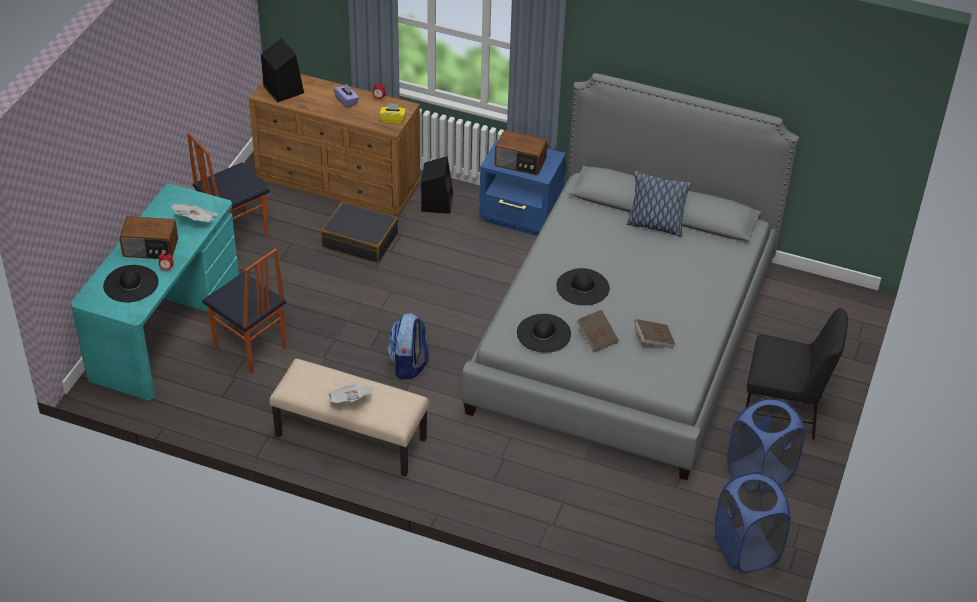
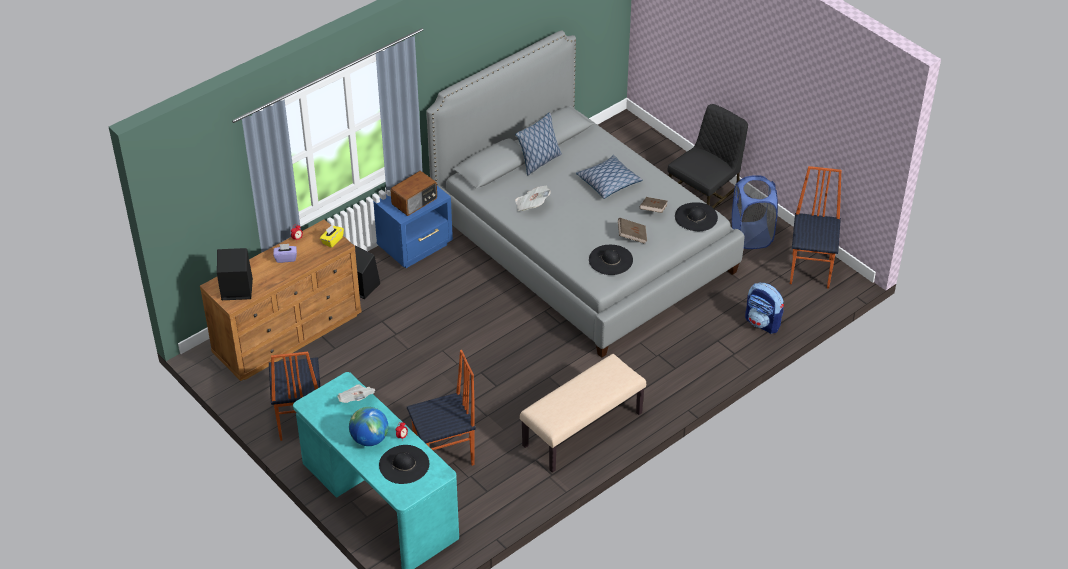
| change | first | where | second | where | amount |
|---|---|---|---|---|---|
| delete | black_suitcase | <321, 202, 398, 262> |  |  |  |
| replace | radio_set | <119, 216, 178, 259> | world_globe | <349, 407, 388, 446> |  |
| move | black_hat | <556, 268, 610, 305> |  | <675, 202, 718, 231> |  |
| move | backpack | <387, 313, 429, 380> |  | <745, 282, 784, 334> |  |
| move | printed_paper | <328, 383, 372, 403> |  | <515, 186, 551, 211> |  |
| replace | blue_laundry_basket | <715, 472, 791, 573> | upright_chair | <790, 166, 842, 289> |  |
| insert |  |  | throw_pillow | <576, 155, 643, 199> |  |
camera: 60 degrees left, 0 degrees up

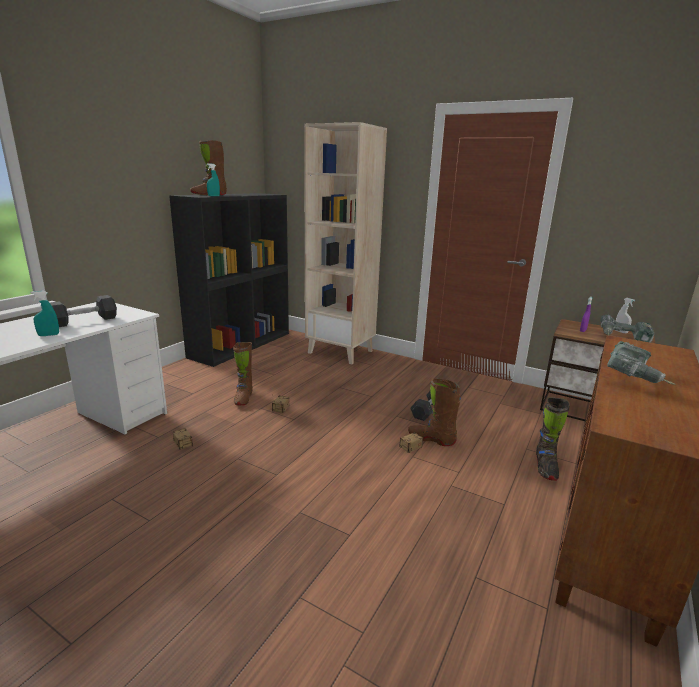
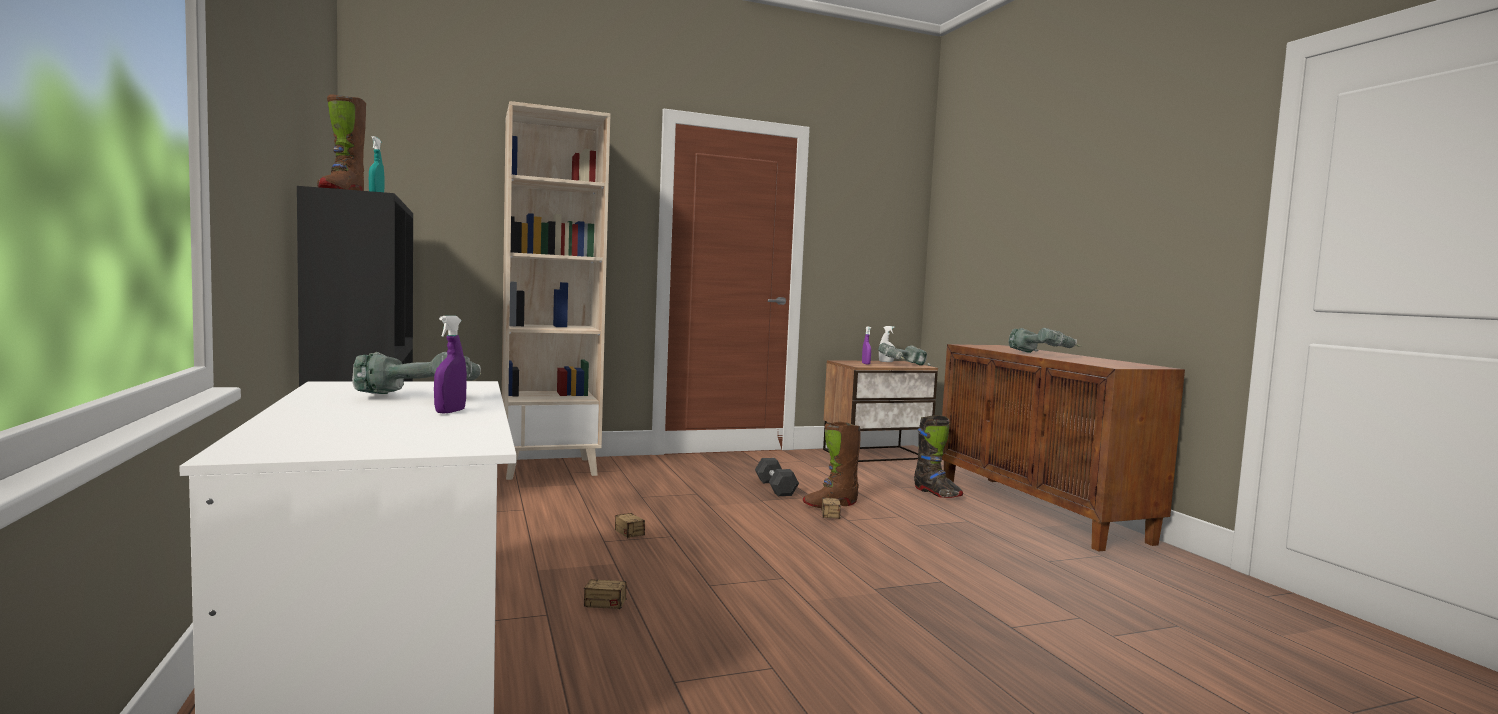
| change | first | where | second | where | amount |
|---|---|---|---|---|---|
| recolor | turquoise-coloured_spray_bottle | <30, 291, 59, 336> | purplish_spray_bottle | <434, 316, 467, 414> |  |
| replace | gray_hand_weight | <50, 295, 117, 327> | power_drill | <352, 352, 482, 394> |  |
| delete | brown_boot | <233, 342, 253, 406> |  |  |  |
camera: 50 degrees left, 15 degrees down

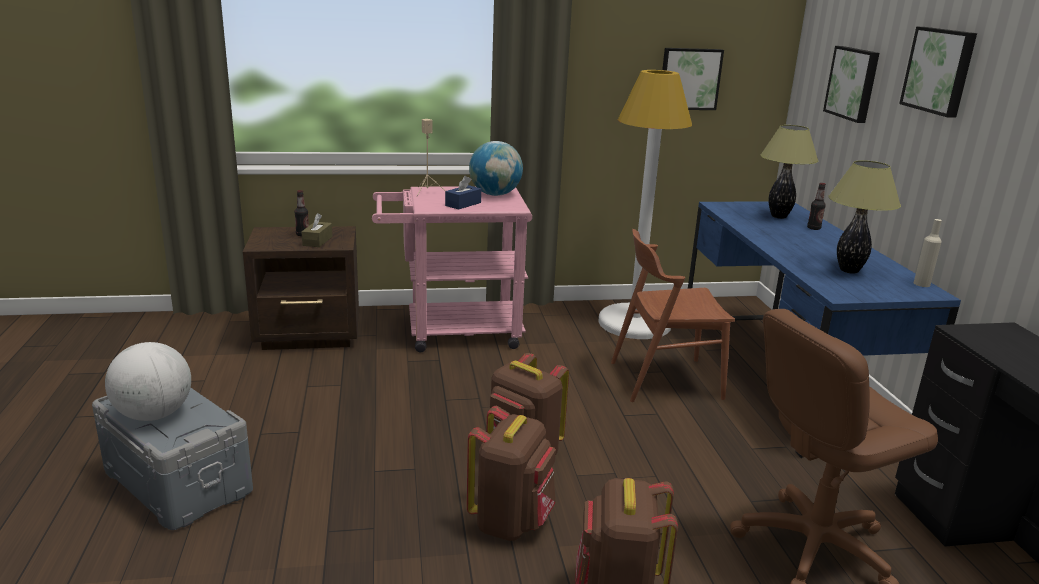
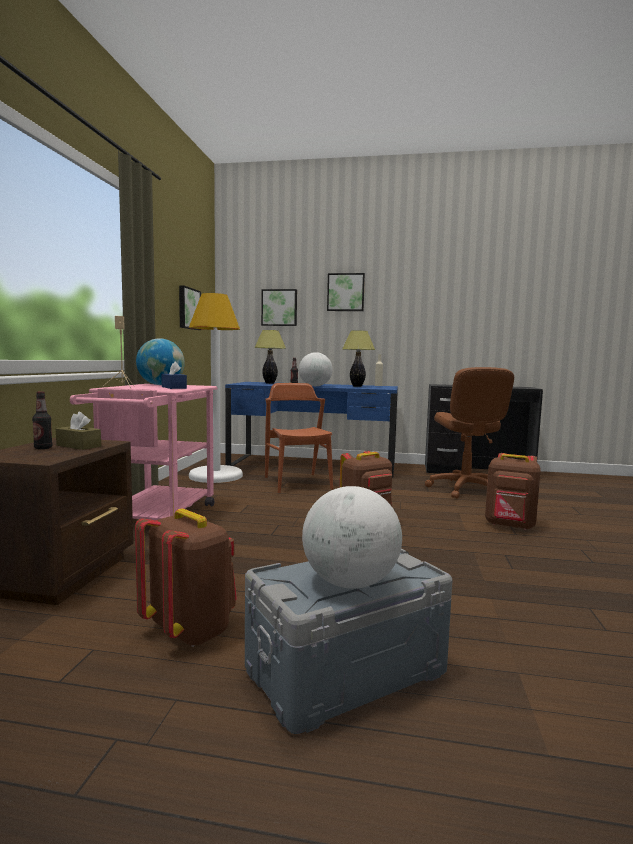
| change | first | where | second | where | amount |
|---|---|---|---|---|---|
| rotate | brown_upright_chair | <611, 229, 735, 402> |  | <265, 383, 333, 493> | 150 degrees clockwise |
| move | brown_backpack | <467, 406, 556, 541> |  | <135, 509, 237, 647> |  |
| insert |  |  | world_globe | <299, 352, 333, 386> |  |
camera: 70 degrees left, 15 degrees down

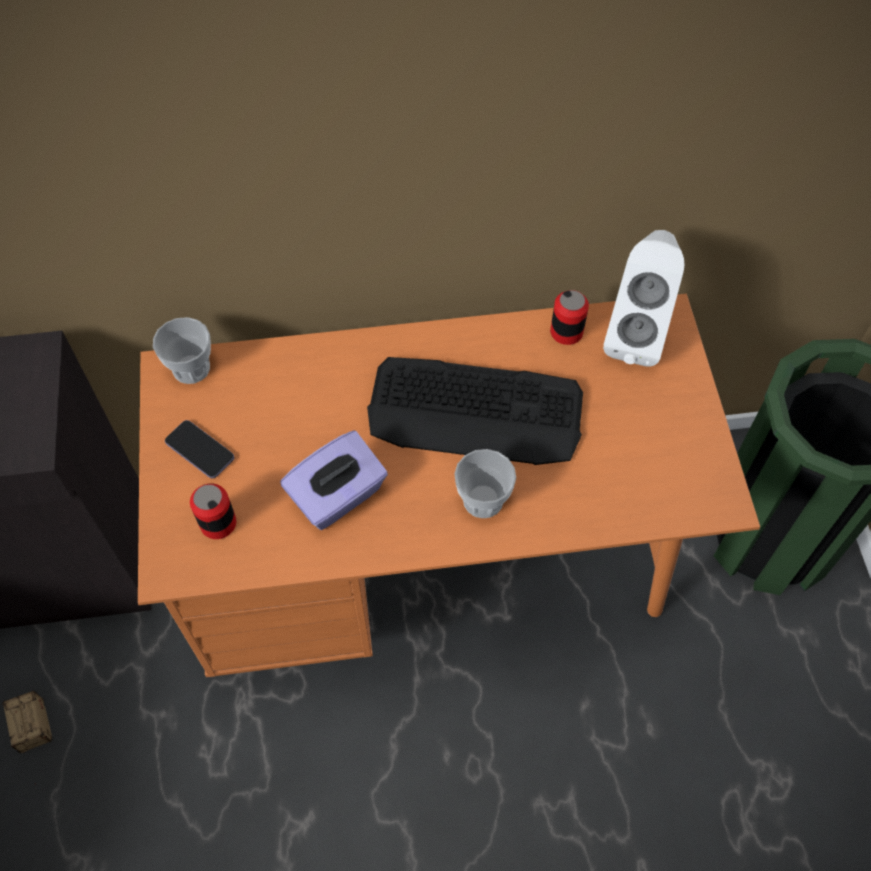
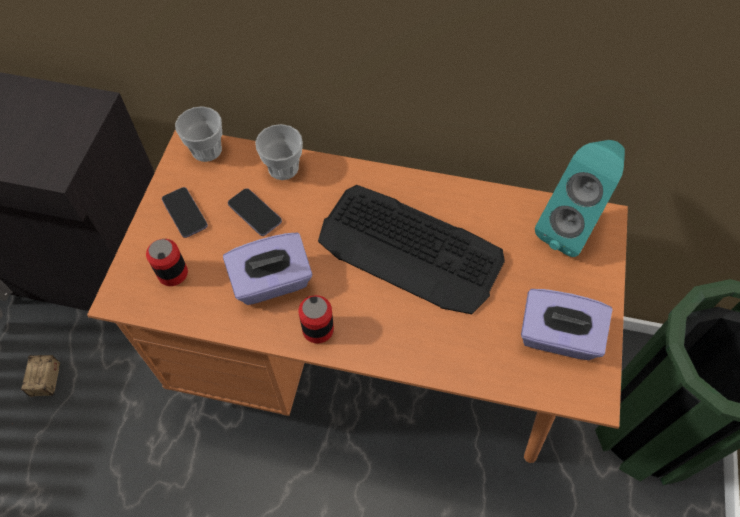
| change | first | where | second | where | amount |
|---|---|---|---|---|---|
| recolor | whitish_loudspeaker | <603, 230, 684, 367> | turquoise-coloured_loudspeaker | <535, 140, 625, 257> |  |
| move | can | <550, 290, 589, 345> |  | <298, 295, 334, 343> |  |
| move | small_cup | <454, 449, 516, 518> |  | <255, 124, 303, 180> |  |
| insert |  |  | telephone | <228, 188, 282, 236> |  |
| insert |  |  | purplish_box_of_tissues | <521, 289, 613, 360> |  |
camera: 20 degrees right, 0 degrees up

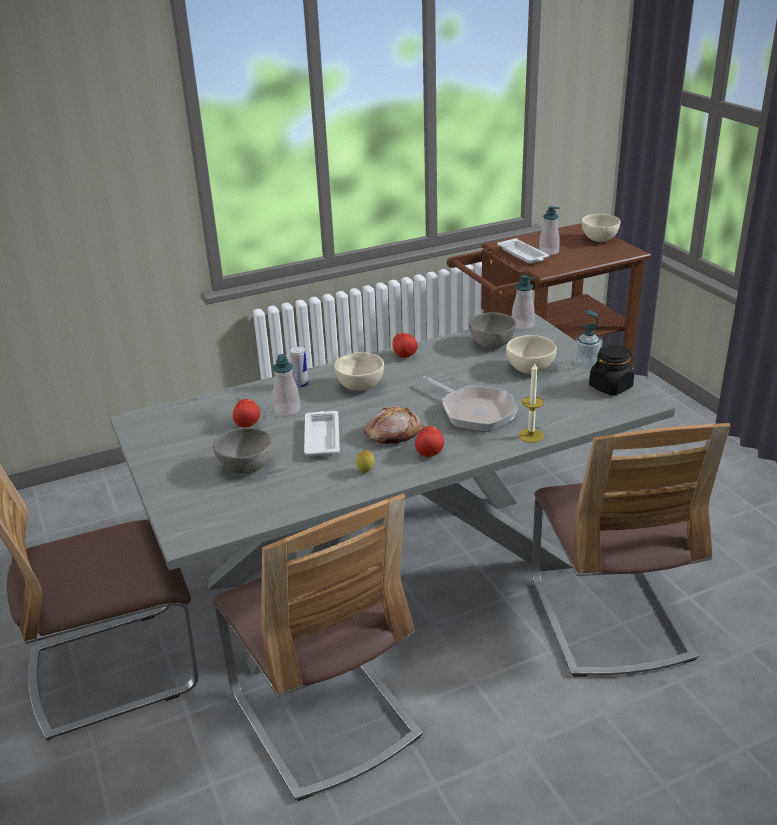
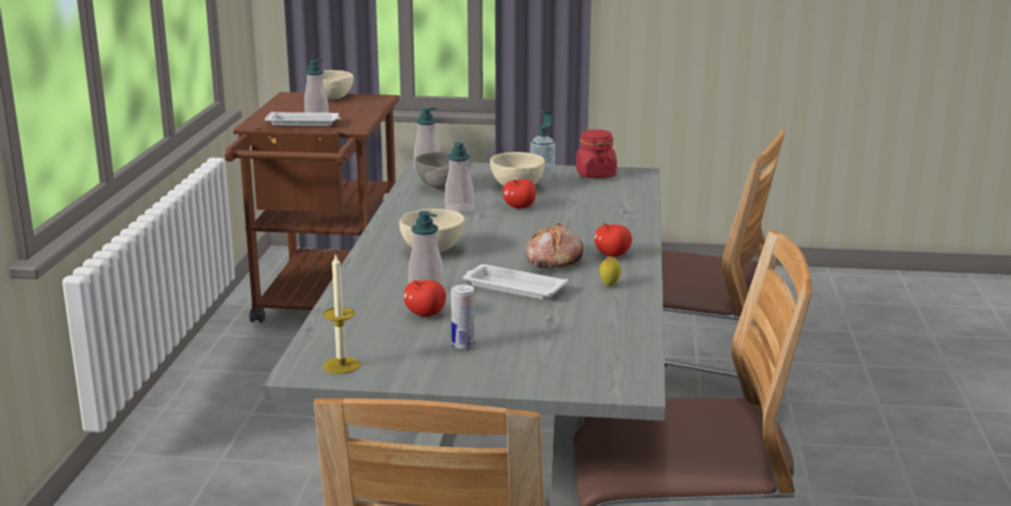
| change | first | where | second | where | amount |
|---|---|---|---|---|---|
| move | apple_fruit | <392, 332, 418, 358> |  | <503, 179, 536, 208> |  |
| recolor | black_jar | <589, 345, 634, 395> | red_jar | <576, 129, 617, 178> |  |
| move | can | <290, 347, 308, 388> |  | <451, 285, 475, 349> |  |
| move | wax_light | <518, 363, 544, 443> |  | <323, 253, 360, 374> |  |
| delete | frying_pan | <423, 376, 518, 432> |  |  |  |
| delete | gray_serving_bowl | <213, 427, 273, 473> |  |  |  |
| insert |  |  | soap_bottle | <445, 142, 474, 214> |  |
camera: 60 degrees left, 10 degrees down

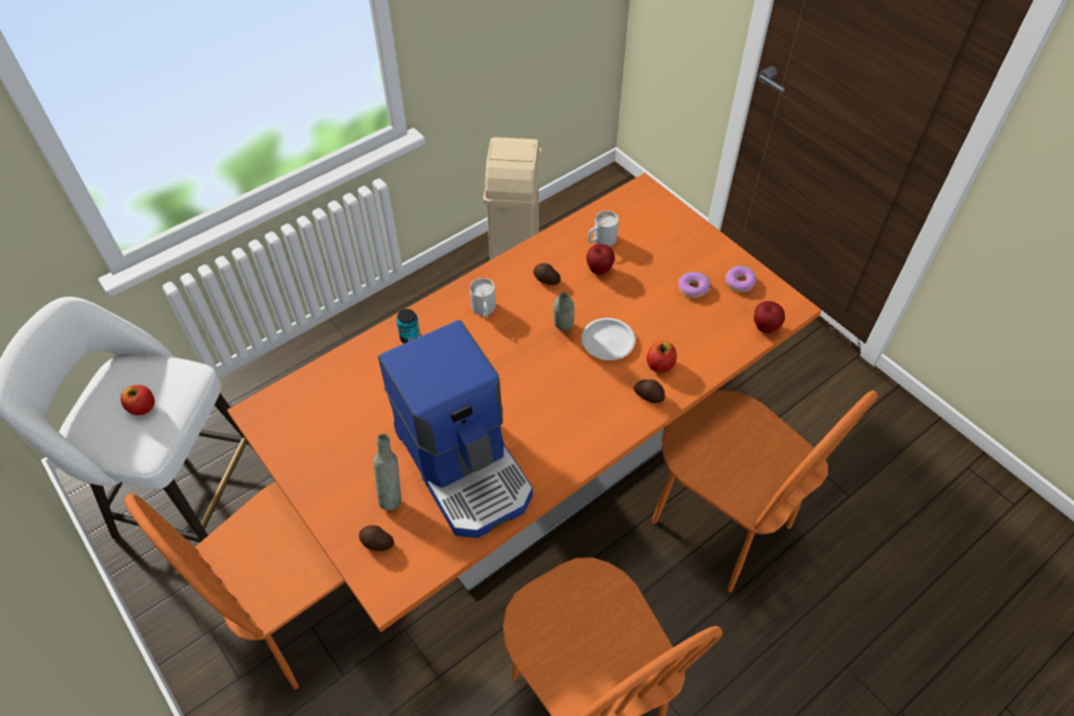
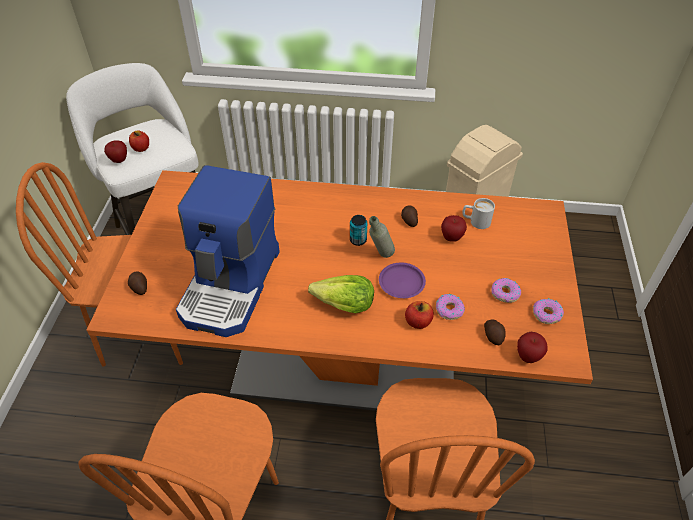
| change | first | where | second | where | amount |
|---|---|---|---|---|---|
| delete | whitish_coffee_mug | <470, 278, 496, 318> |  |  |  |
| move | can | <396, 309, 421, 344> |  | <350, 215, 367, 246> |  |
| recolor | whitish_dinner_plate | <581, 318, 635, 360> | purplish_dinner_plate | <379, 263, 426, 298> |  |
| move | spud | <634, 379, 665, 403> |  | <484, 320, 506, 345> |  |
| delete | gray_beverage_bottle | <373, 434, 401, 510> |  |  |  |
| insert |  |  | apple_fruit | <104, 140, 127, 163> |  |
| insert |  |  | head_of_lettuce | <308, 275, 374, 313> |  |
| insert |  |  | doughnut | <436, 294, 465, 320> |  |
camera: 45 degrees right, 5 degrees down

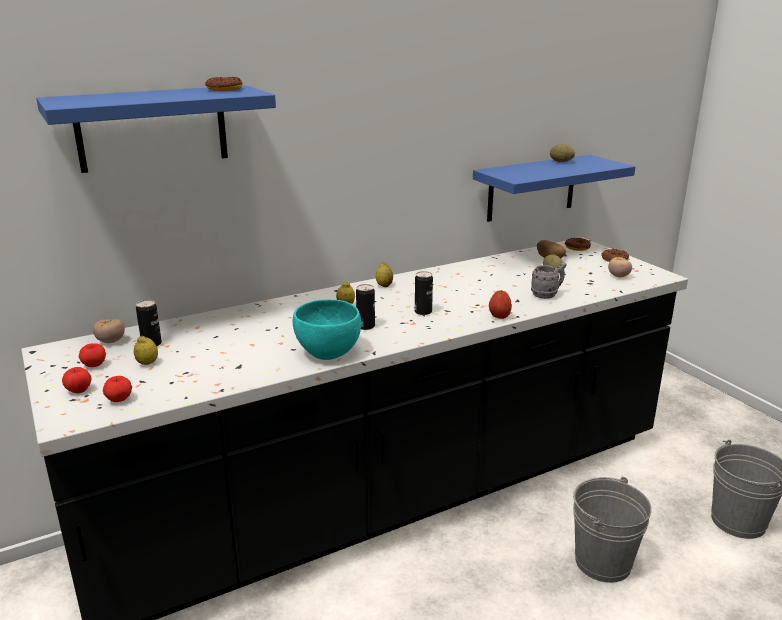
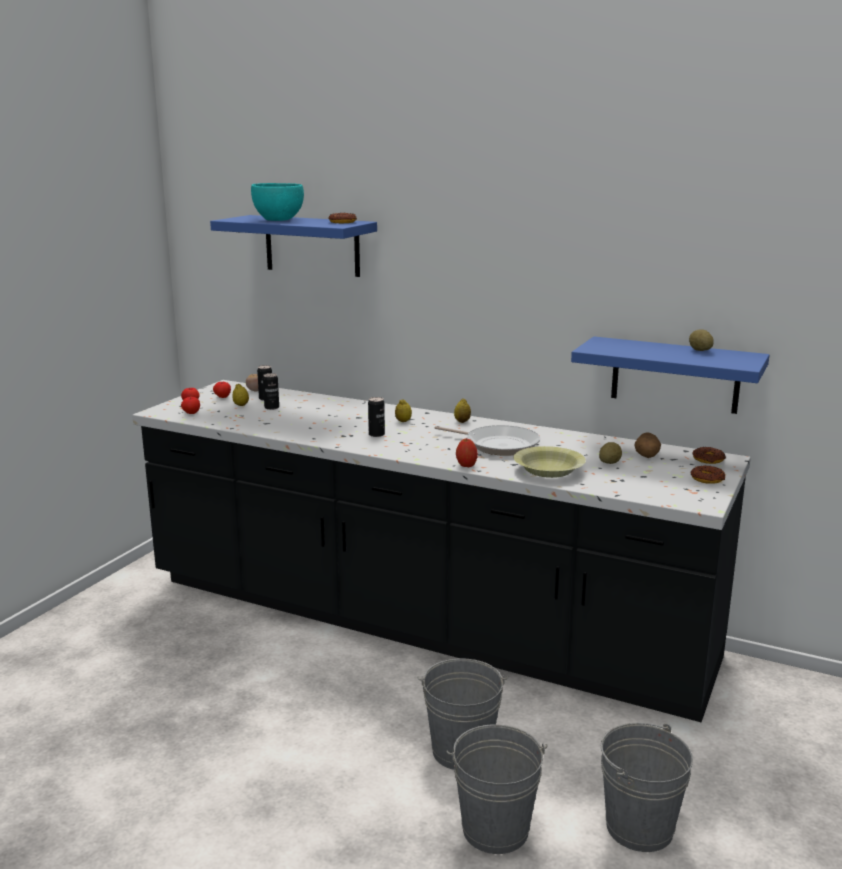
| change | first | where | second | where | amount |
|---|---|---|---|---|---|
| delete | whole_tomato | <608, 257, 632, 277> |  |  |  |
| replace | gray_coffee_mug | <531, 263, 567, 299> | yellowish_serving_bowl | <514, 446, 586, 478> |  |
| move | can | <415, 271, 433, 315> |  | <263, 373, 279, 410> |  |
| move | turquoise-coloured_serving_bowl | <293, 299, 361, 360> |  | <251, 183, 304, 221> |  |
| insert |  |  | frying_pan | <435, 425, 540, 456> |  |
| insert |  |  | gray_bucket | <446, 724, 548, 854> |  |
camera: 55 degrees right, 5 degrees down

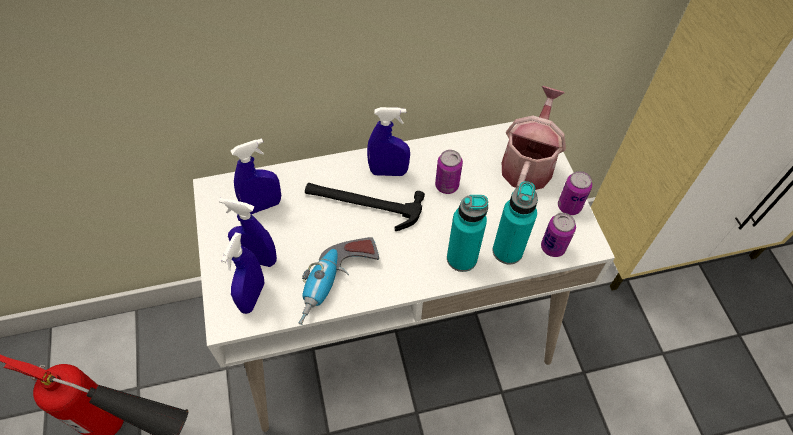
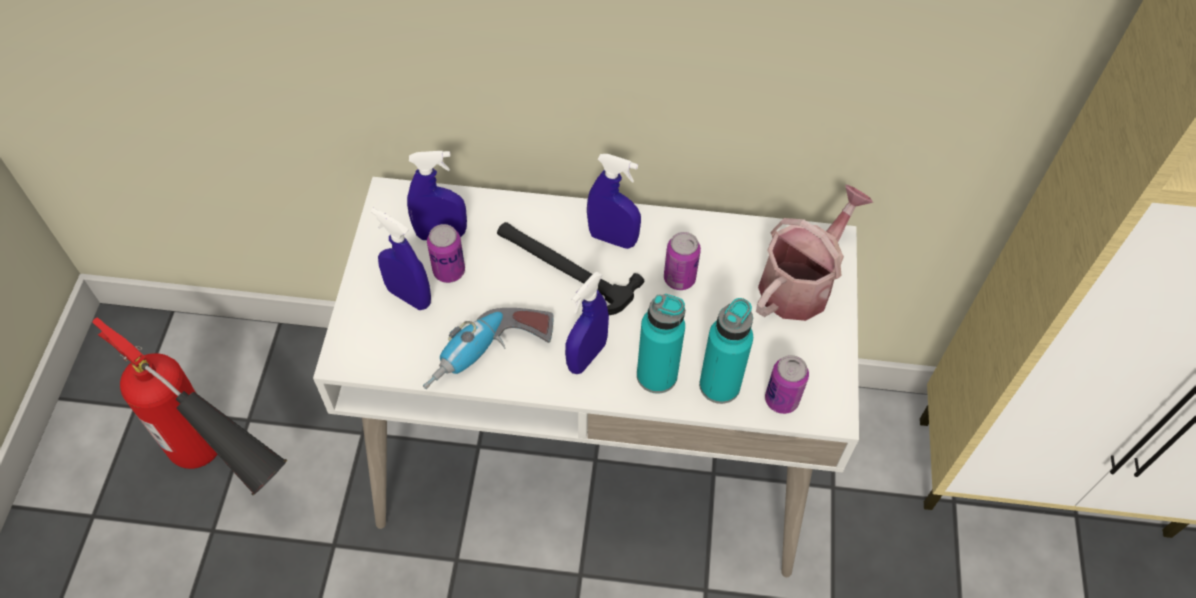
| change | first | where | second | where | amount |
|---|---|---|---|---|---|
| move | can | <558, 171, 592, 215> |  | <427, 224, 465, 283> |  |
| move | blue_spray_bottle | <221, 232, 264, 314> |  | <565, 271, 609, 374> |  |
camera: 20 degrees right, 0 degrees up

